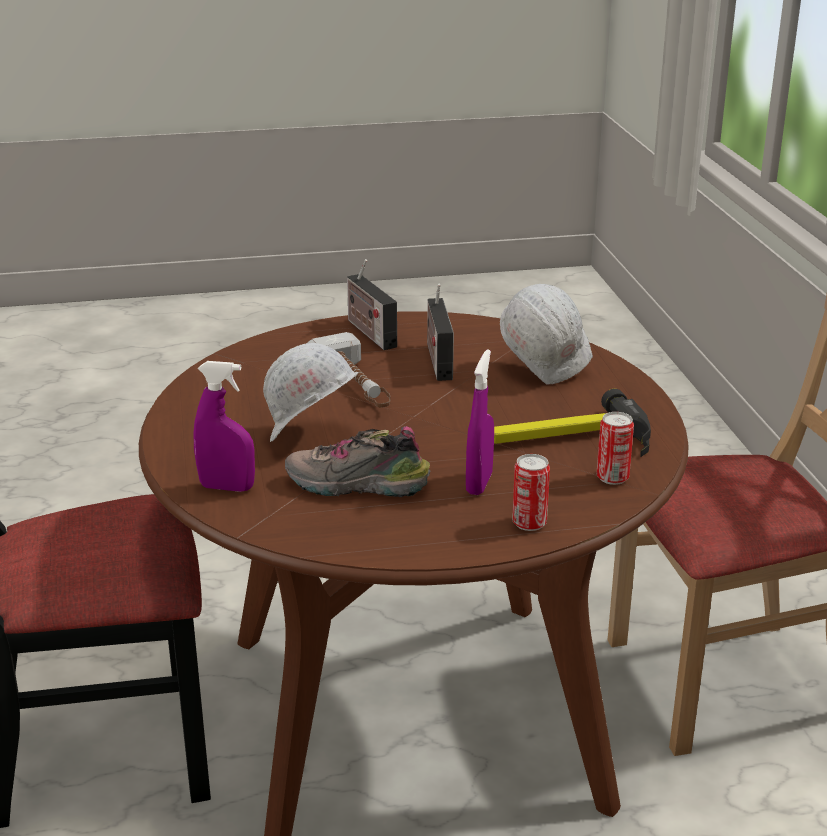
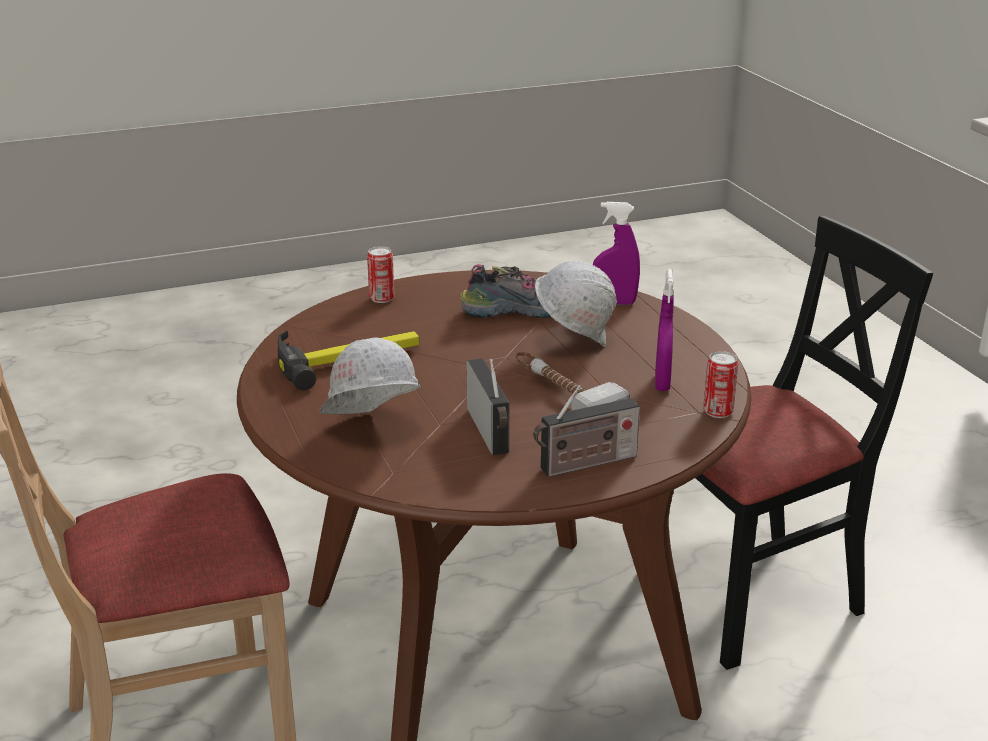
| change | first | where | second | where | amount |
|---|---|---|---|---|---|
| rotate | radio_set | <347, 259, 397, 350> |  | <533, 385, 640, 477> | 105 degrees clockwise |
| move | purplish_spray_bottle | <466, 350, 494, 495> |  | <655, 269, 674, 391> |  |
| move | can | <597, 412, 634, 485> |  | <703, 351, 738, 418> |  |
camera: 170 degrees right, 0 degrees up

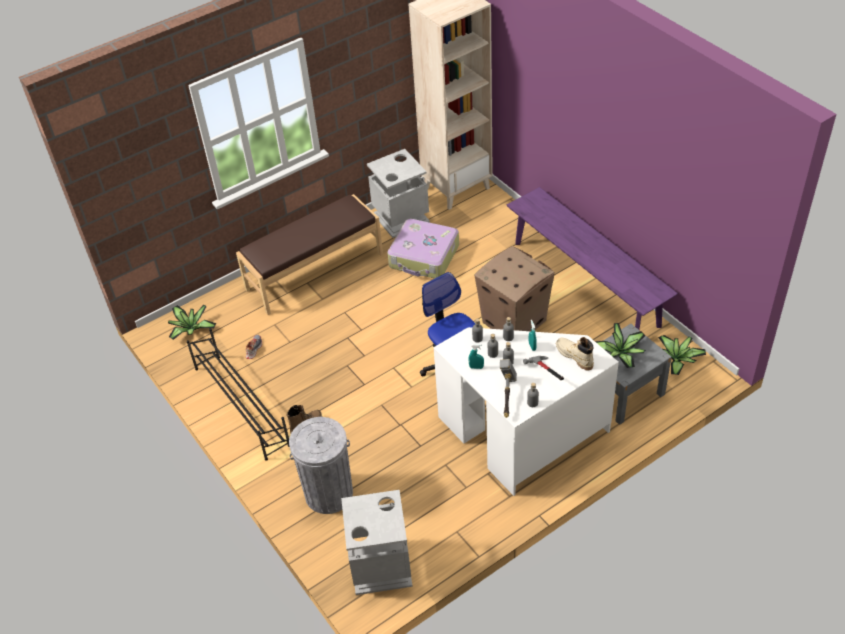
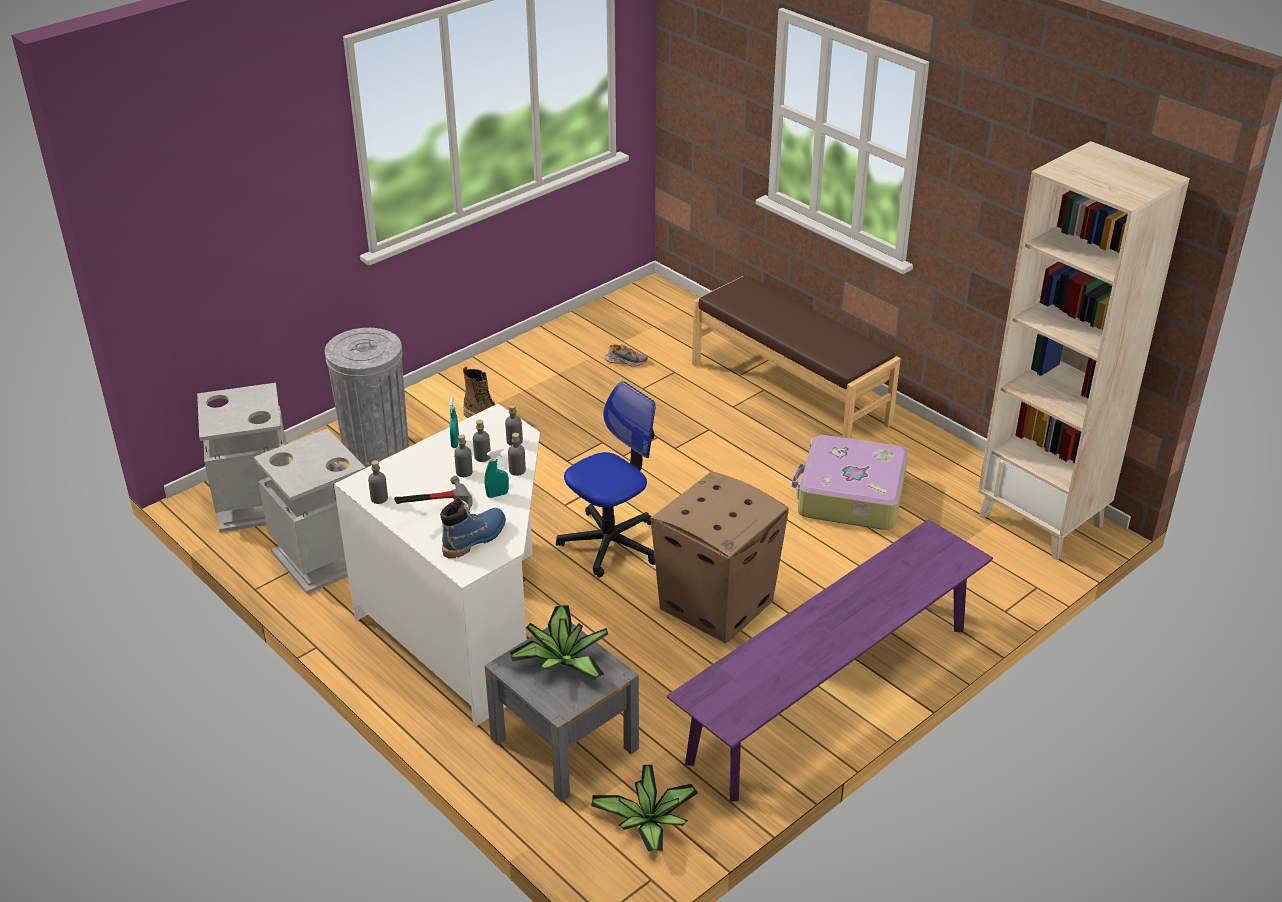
| change | first | where | second | where | amount |
|---|---|---|---|---|---|
| move | gray_waste_bin | <367, 149, 430, 238> |  | <254, 429, 366, 594> |  |
| delete | plant_in_a_pot | <168, 305, 217, 340> |  |  |  |
| delete | black_shoe_stand | <187, 328, 289, 460> |  |  |  |
| recolor | beige-coloured_boot | <556, 337, 594, 370> | blue_boot | <440, 498, 506, 559> |  |
| delete | hammer | <500, 359, 517, 418> |  |  |  |
camera: 80 degrees right, 10 degrees down

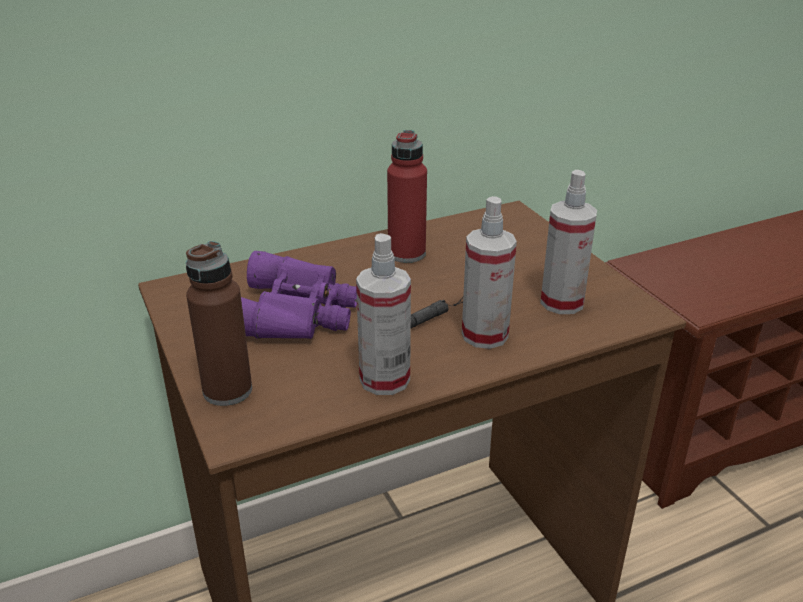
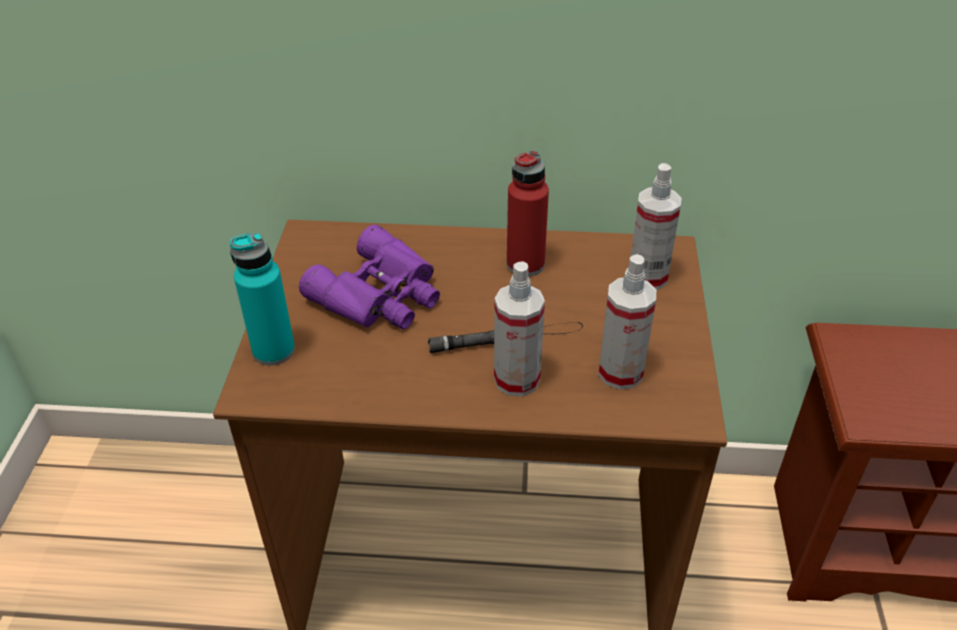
| change | first | where | second | where | amount |
|---|---|---|---|---|---|
| move | spray_bottle | <356, 233, 411, 395> |  | <631, 163, 681, 290> |  |
| recolor | brown_beverage_bottle | <186, 241, 252, 406> | turquoise-coloured_beverage_bottle | <230, 233, 295, 365> |  |
camera: 30 degrees right, 10 degrees up

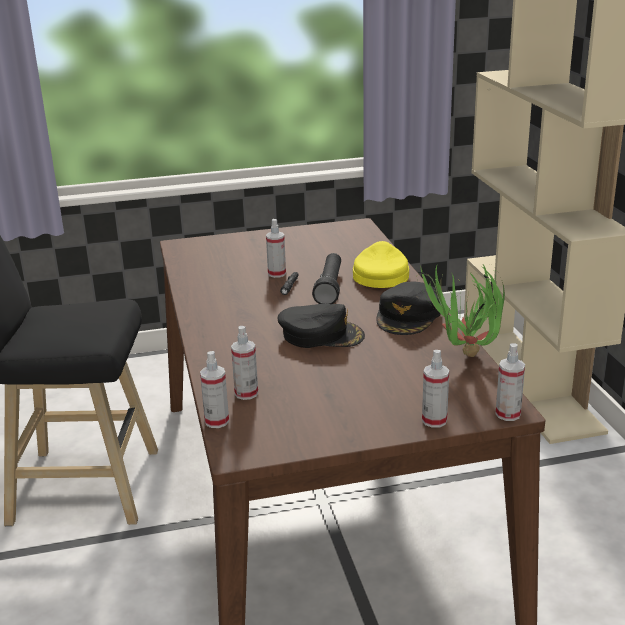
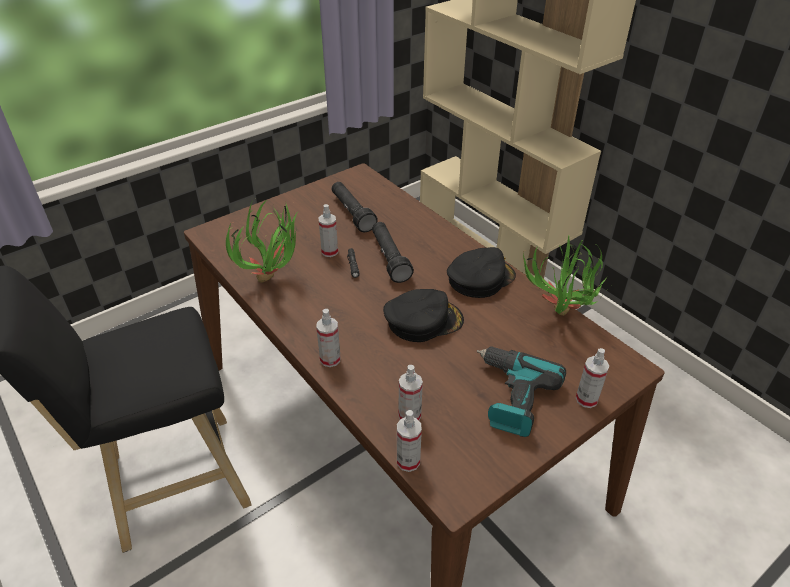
| change | first | where | second | where | amount |
|---|---|---|---|---|---|
| delete | yellowish_cap | <353, 241, 409, 288> |  |  |  |
| rotate | black_cap | <376, 282, 441, 335> |  | <447, 247, 516, 298> | 120 degrees counterclockwise |
| move | spray_bottle | <496, 343, 525, 421> |  | <316, 309, 340, 367> |  |
| insert |  |  | black_flashlight | <332, 182, 378, 232> |  |
| insert |  |  | plant_in_a_pot | <226, 198, 302, 283> |  |
| insert |  |  | power_drill | <477, 346, 566, 437> |  |
camera: 25 degrees left, 15 degrees up

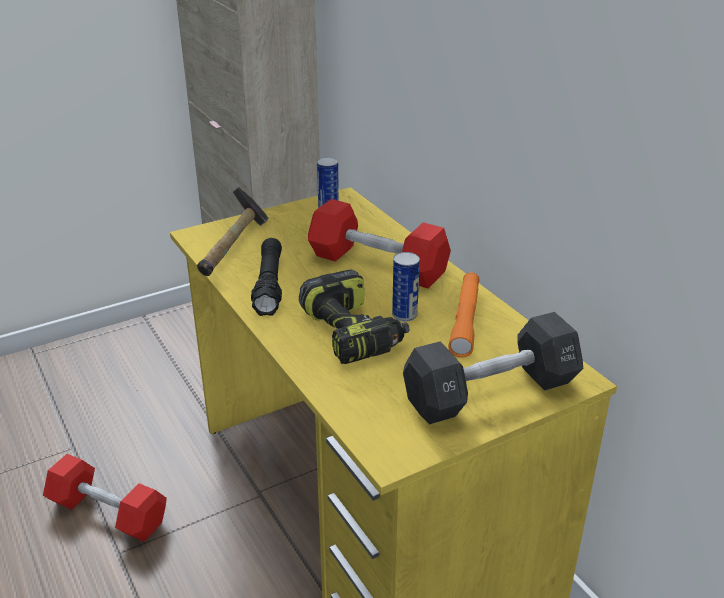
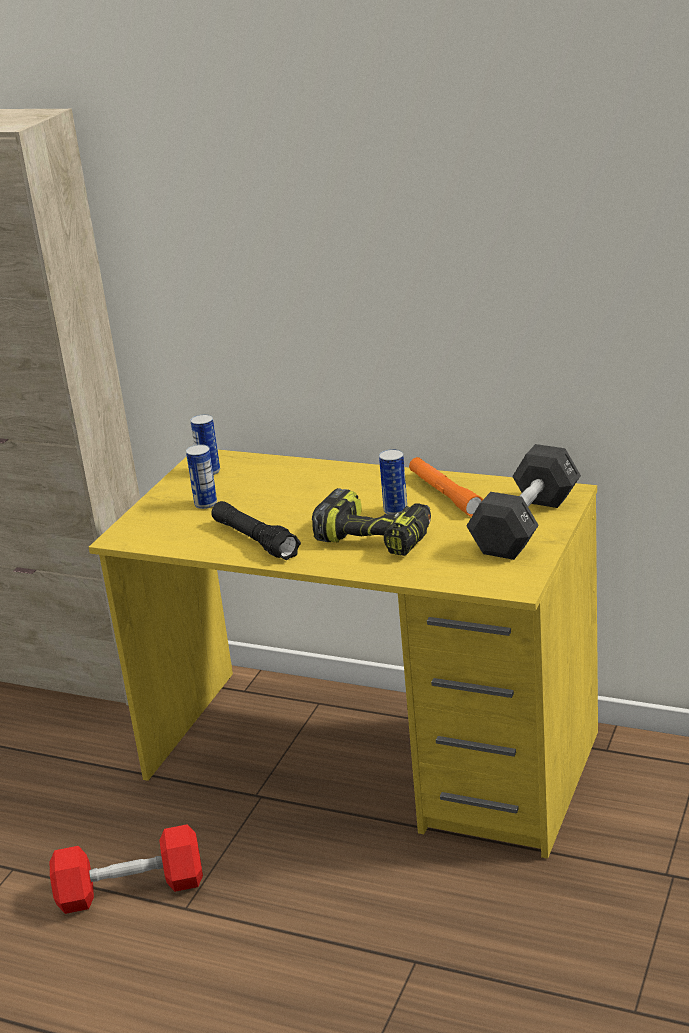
| change | first | where | second | where | amount |
|---|---|---|---|---|---|
| delete | hammer | <197, 187, 269, 276> |  |  |  |
| delete | red_hand_weight | <308, 199, 451, 288> |  |  |  |
| insert |  |  | can | <186, 444, 217, 509> |  |
camera: 35 degrees left, 5 degrees down

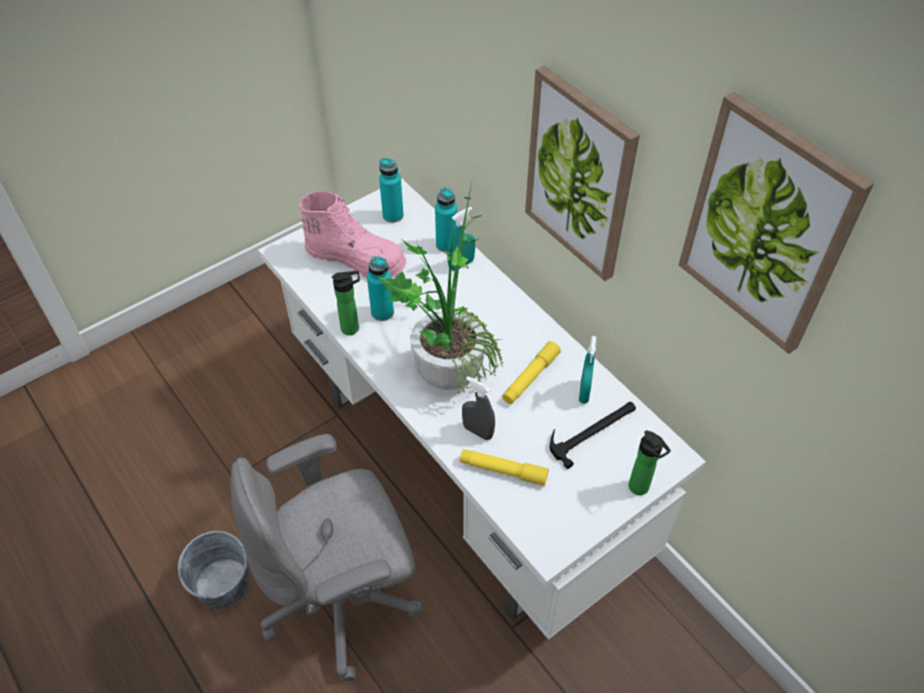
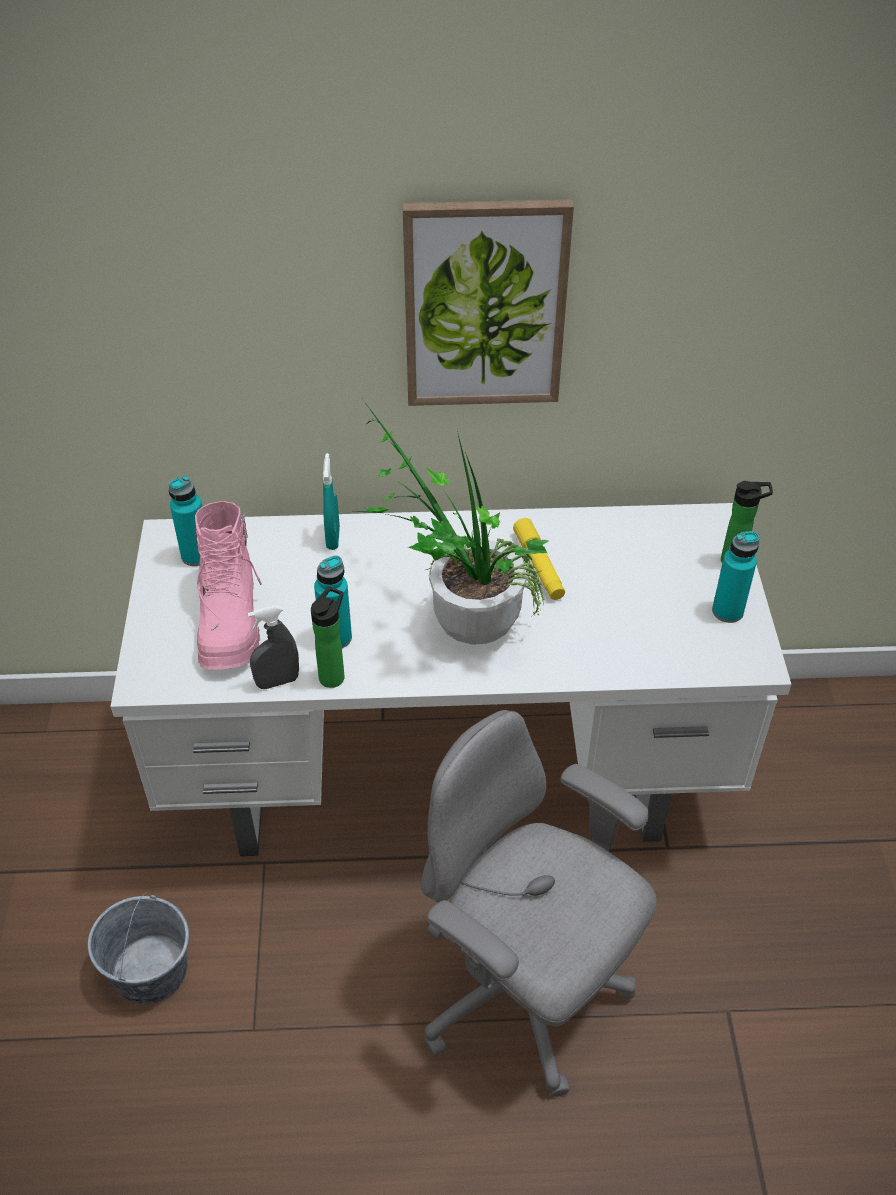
| change | first | where | second | where | amount |
|---|---|---|---|---|---|
| delete | picture | <679, 92, 874, 354> |  |  |  |
| move | turquoise-coloured_beverage_bottle | <435, 187, 457, 252> |  | <712, 531, 760, 623> |  |
| rotate | pinkish_boot | <299, 191, 406, 279> |  | <195, 501, 262, 670> | 120 degrees clockwise |
| delete | turquoise-coloured_spray_bottle | <579, 336, 596, 404> |  |  |  |
| move | gray_spray_bottle | <462, 376, 495, 440> |  | <248, 605, 299, 689> |  |
| delete | hammer | <550, 402, 636, 469> |  |  |  |
| rotate | gray_computer_chair | <231, 434, 422, 681> |  | <421, 710, 657, 1097> | 120 degrees clockwise |
| delete | yellowish_flashlight | <460, 449, 549, 486> |  |  |  |
| move | gray_bucket | <178, 531, 250, 609> |  | <87, 891, 189, 1005> |  |
camera: 55 degrees left, 5 degrees down

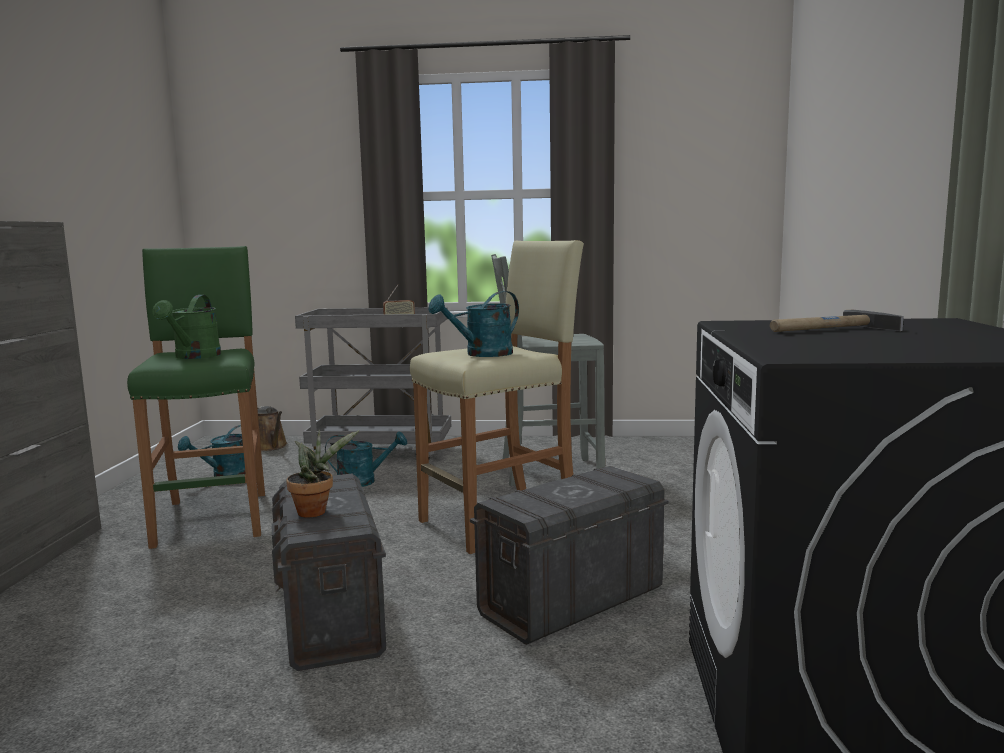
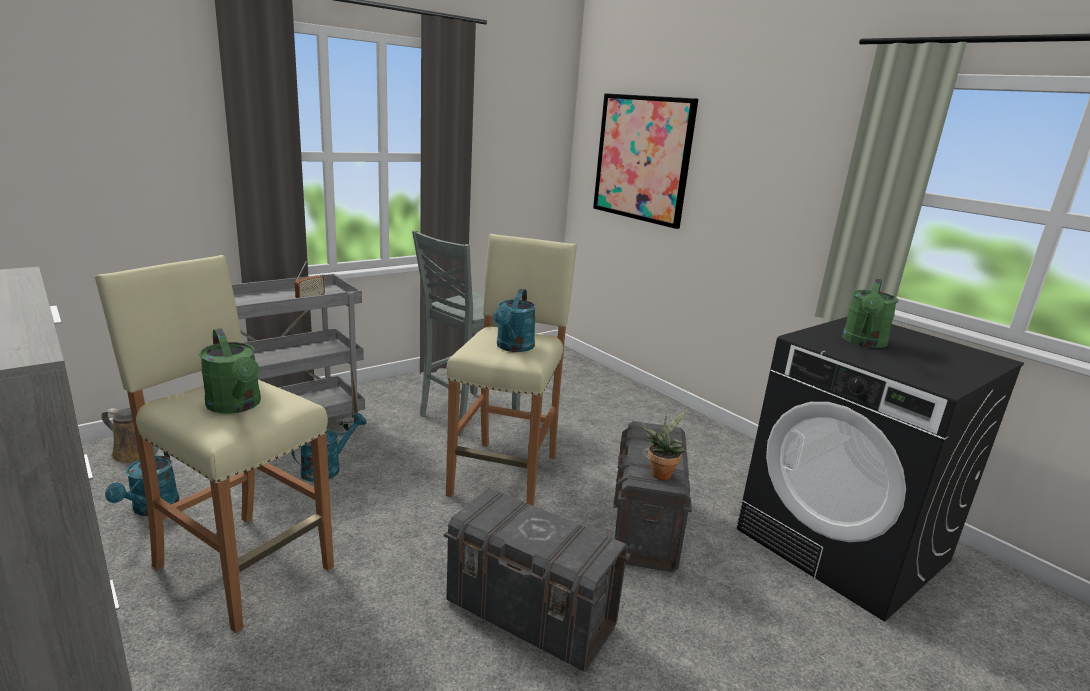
| change | first | where | second | where | amount |
|---|---|---|---|---|---|
| recolor | green-coloured_sitting_stool | <127, 246, 265, 549> | beige-coloured_sitting_stool | <95, 255, 334, 633> |  |
| replace | hammer | <770, 309, 904, 332> | green-coloured_watering_pot | <842, 279, 898, 348> |  |
| move | plant_in_a_pot | <286, 429, 360, 518> |  | <642, 409, 687, 480> |  |
| insert |  |  | picture | <593, 93, 698, 229> |  |
camera: 45 degrees left, 10 degrees up

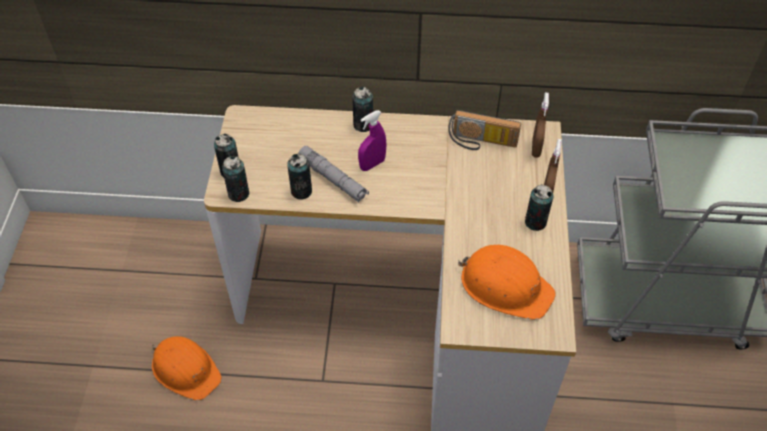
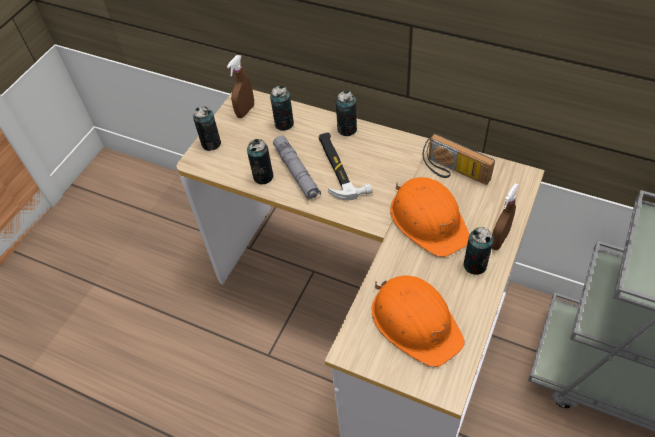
| change | first | where | second | where | amount |
|---|---|---|---|---|---|
| move | brown_spray_bottle | <532, 93, 549, 158> |  | <227, 55, 254, 118> |  |
| replace | purplish_spray_bottle | <358, 110, 387, 171> | hammer | <319, 132, 372, 201> |  |
| move | can | <222, 156, 250, 202> |  | <270, 86, 294, 131> |  |
| move | orange-coloured_hard_hat | <152, 336, 222, 401> |  | <390, 177, 469, 257> |  |
camera: 25 degrees right, 0 degrees up

